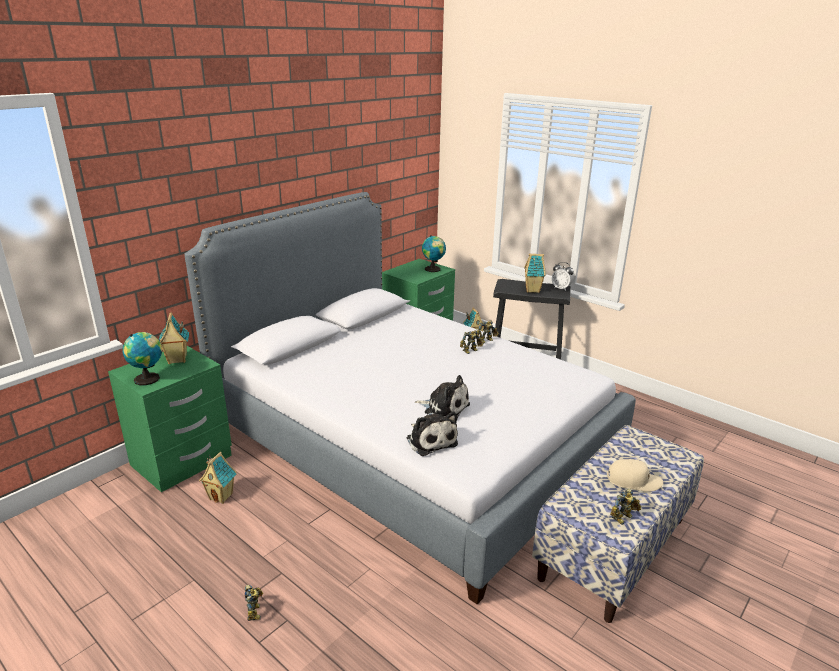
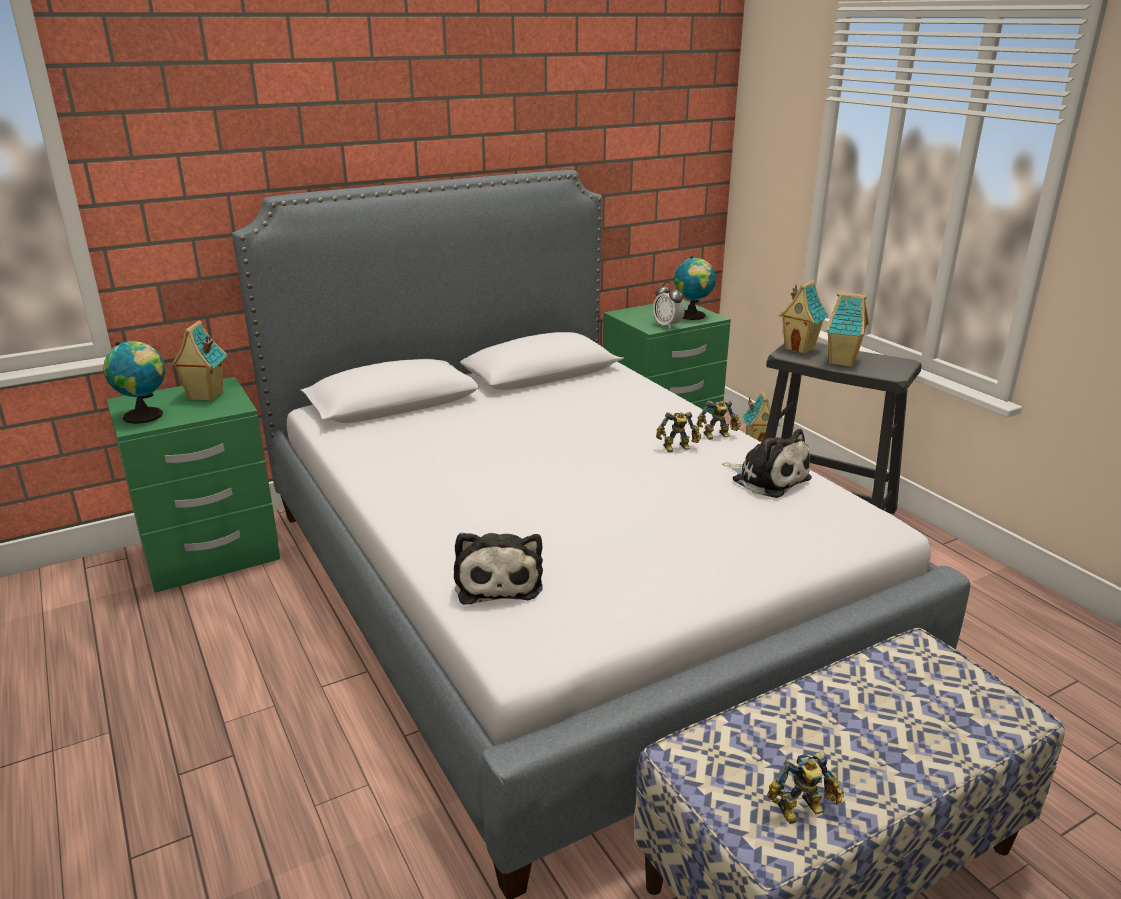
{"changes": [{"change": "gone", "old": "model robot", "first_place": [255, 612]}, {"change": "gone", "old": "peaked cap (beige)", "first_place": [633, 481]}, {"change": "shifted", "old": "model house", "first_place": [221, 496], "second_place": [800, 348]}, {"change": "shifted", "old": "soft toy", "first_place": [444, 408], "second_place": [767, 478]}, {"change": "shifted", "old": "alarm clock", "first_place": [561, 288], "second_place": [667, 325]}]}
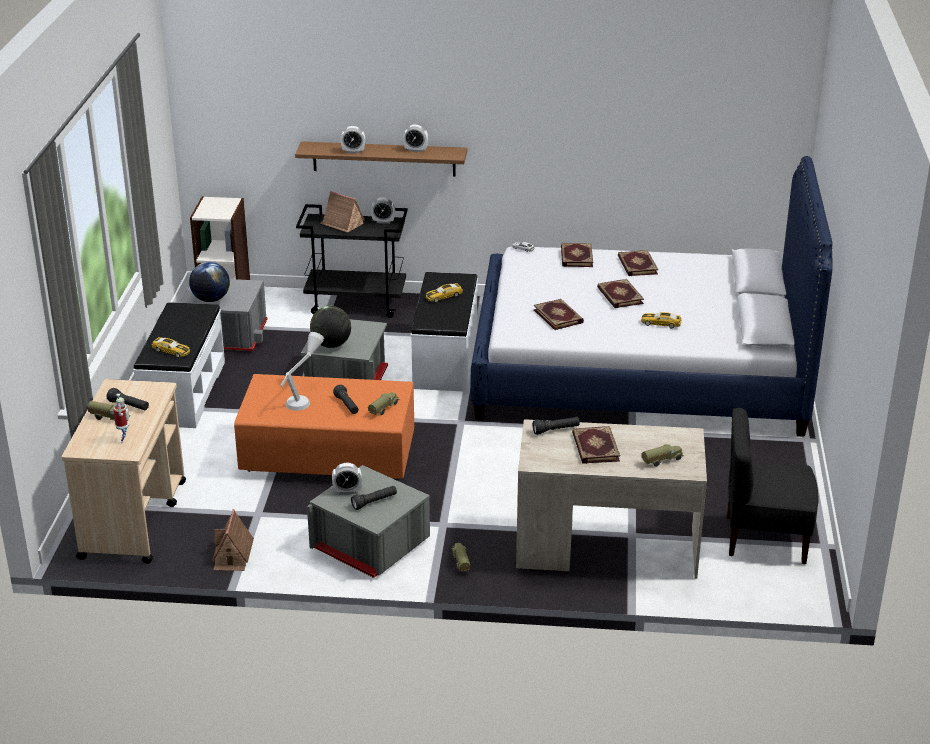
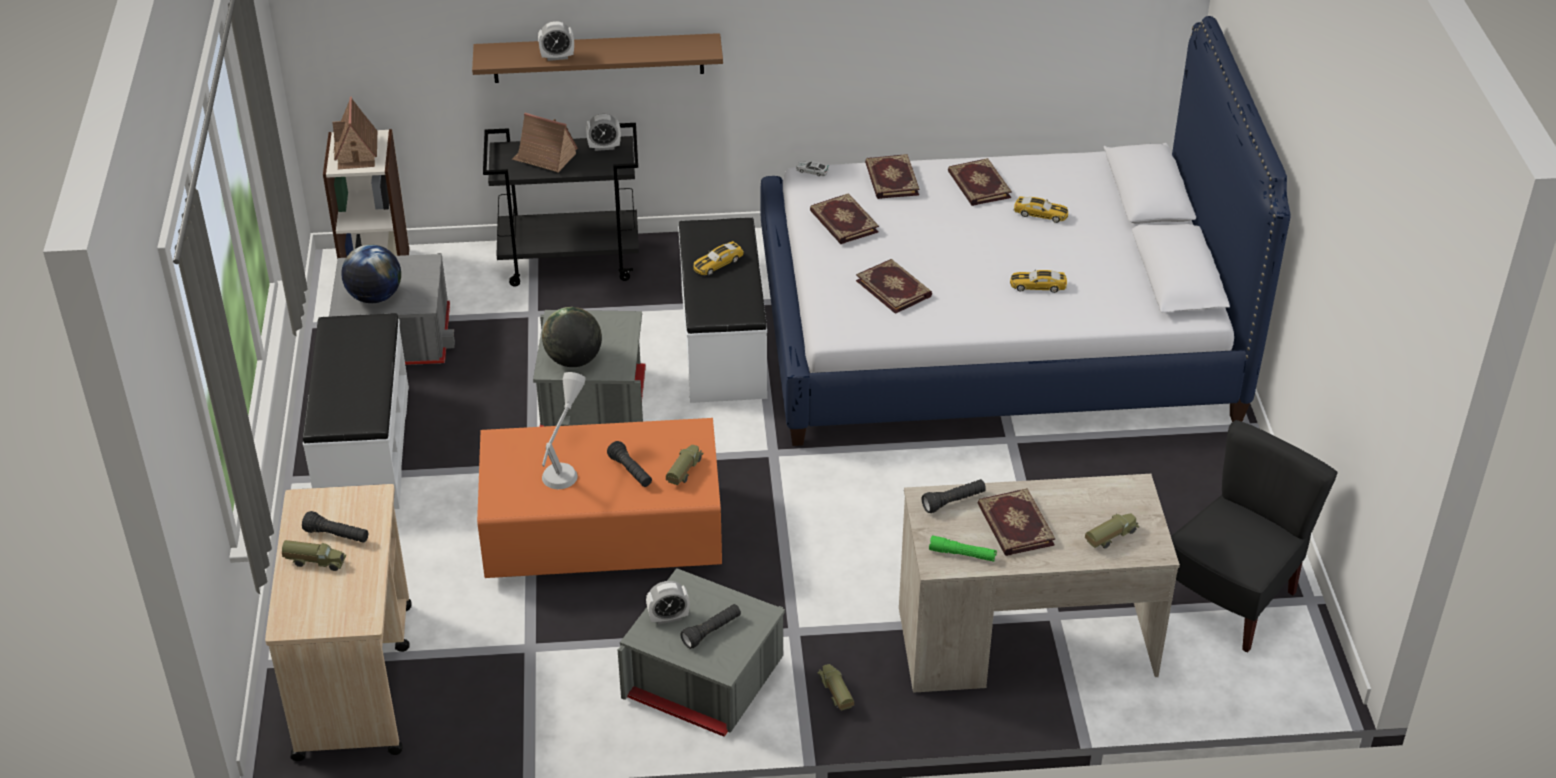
{"changes": [{"change": "gone", "old": "model robot", "first_place": [124, 440]}, {"change": "gone", "old": "alarm clock", "first_place": [415, 150]}, {"change": "new", "new": "flashlight (green)", "second_place": [962, 554]}, {"change": "shifted", "old": "model car", "first_place": [171, 351], "second_place": [1041, 214]}, {"change": "shifted", "old": "model house", "first_place": [233, 555], "second_place": [356, 152]}, {"change": "shifted", "old": "book", "first_place": [619, 296], "second_place": [843, 222]}, {"change": "rotated", "old": "chair (black-coloured)", "first_place": [764, 539], "second_place": [1230, 599], "degrees": 135}]}
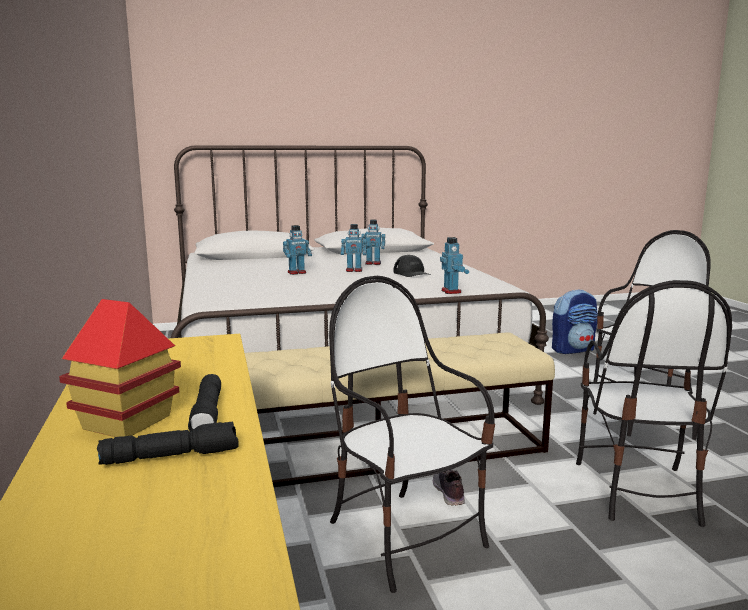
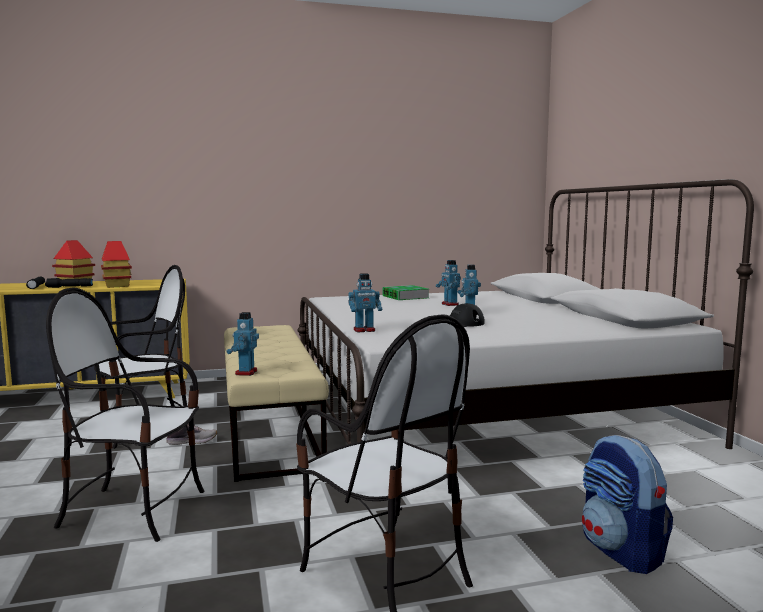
{"changes": [{"change": "new", "new": "model house", "second_place": [117, 286]}, {"change": "new", "new": "book", "second_place": [405, 297]}, {"change": "shifted", "old": "model robot", "first_place": [373, 263], "second_place": [245, 372]}]}
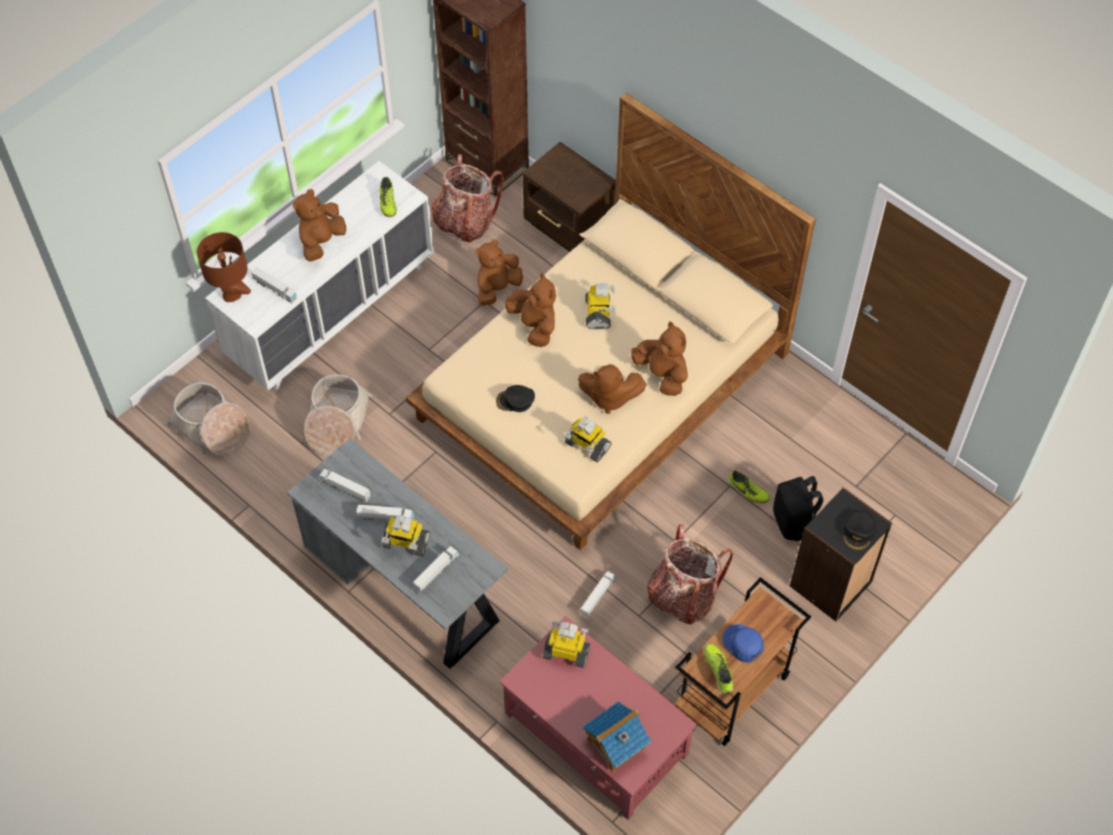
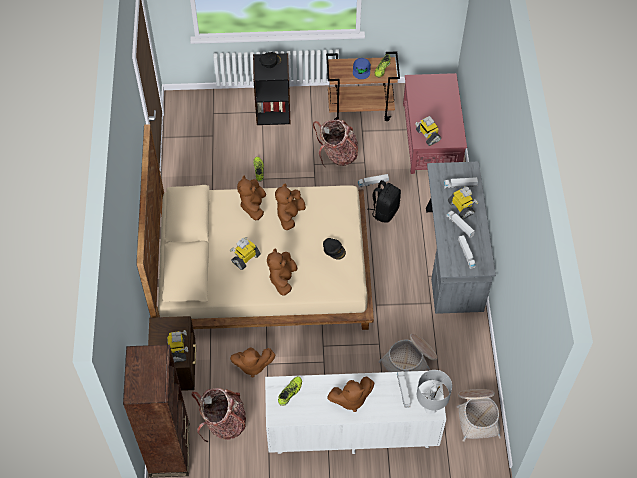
{"changes": [{"change": "gone", "old": "model house", "first_place": [615, 744]}, {"change": "shifted", "old": "model robot", "first_place": [587, 445], "second_place": [177, 350]}, {"change": "shifted", "old": "backpack (black-coloured)", "first_place": [794, 522], "second_place": [384, 211]}, {"change": "repainted", "old": "lamp for a table (brown-coloured)", "new": "lamp for a table (greyish)", "first_place": [231, 295], "second_place": [430, 407]}, {"change": "rotated", "old": "soft toy (brown-coloured)", "first_place": [609, 397], "second_place": [289, 215], "degrees": -120}]}
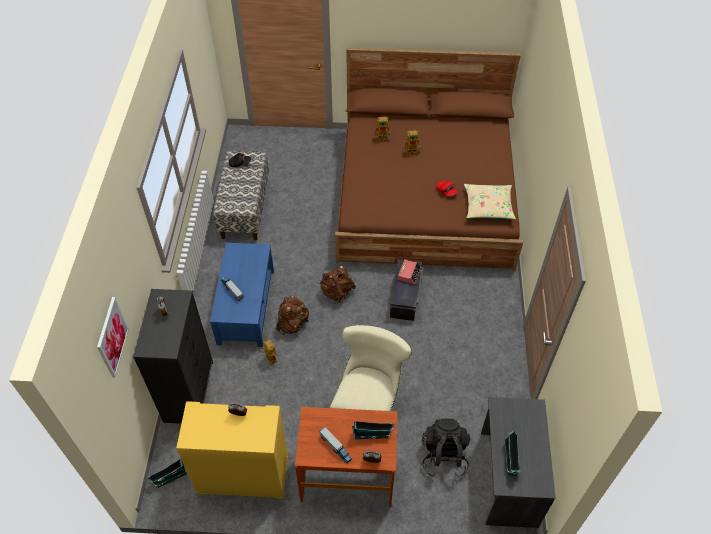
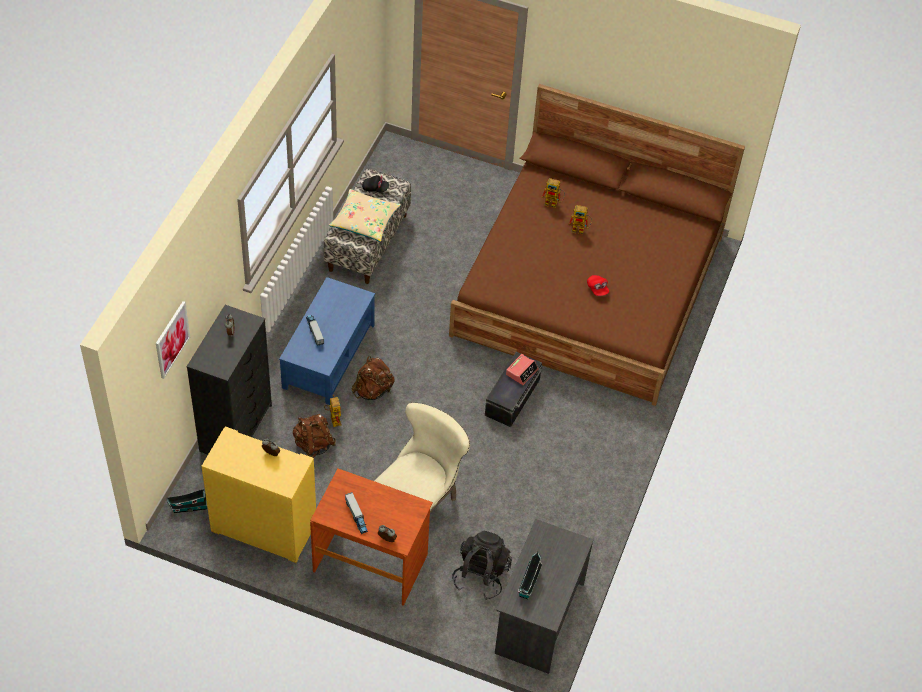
{"changes": [{"change": "gone", "old": "model house", "first_place": [372, 434]}, {"change": "shifted", "old": "backpack (brown-coloured)", "first_place": [337, 292], "second_place": [313, 444]}, {"change": "shifted", "old": "cushion (beige)", "first_place": [488, 206], "second_place": [365, 220]}]}
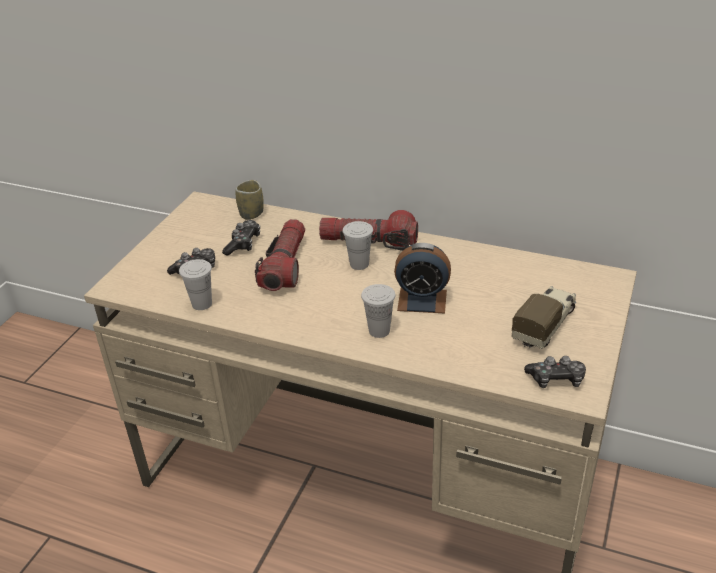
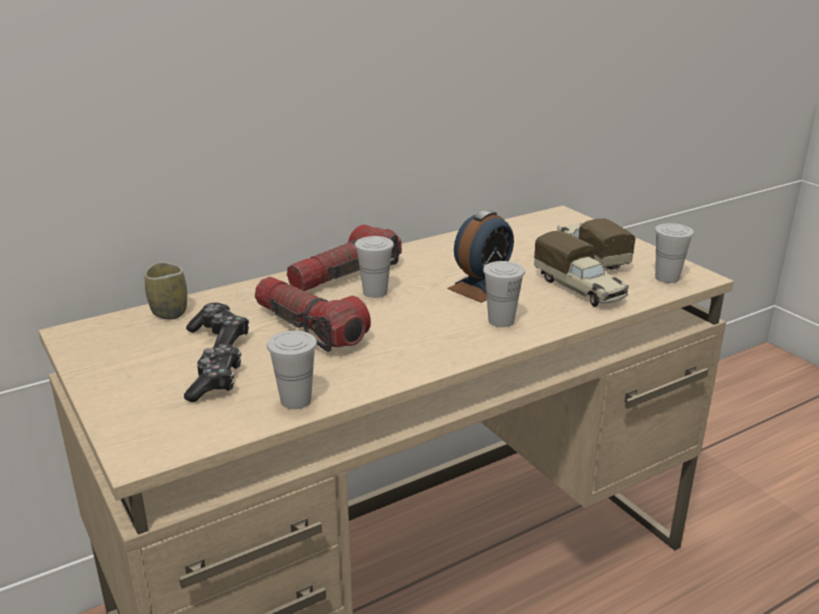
{"changes": [{"change": "new", "new": "model truck", "second_place": [580, 289]}, {"change": "swapped", "old": "joypad", "new": "small cup (white)", "first_place": [556, 379], "second_place": [667, 278]}]}
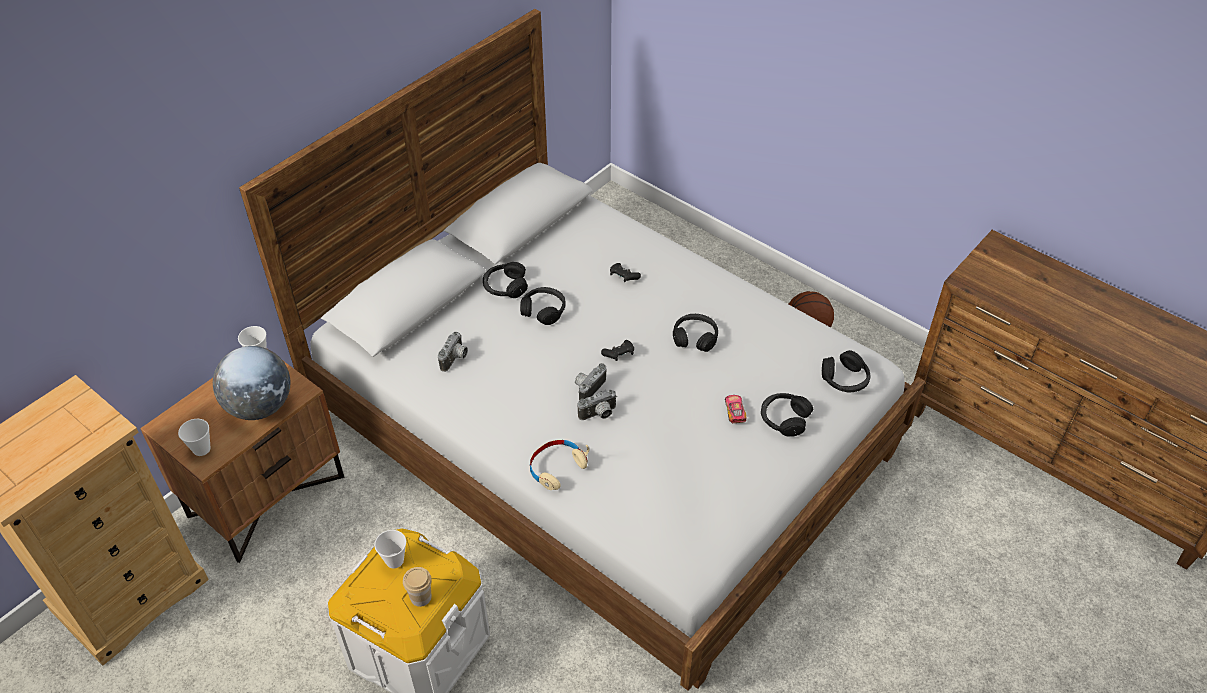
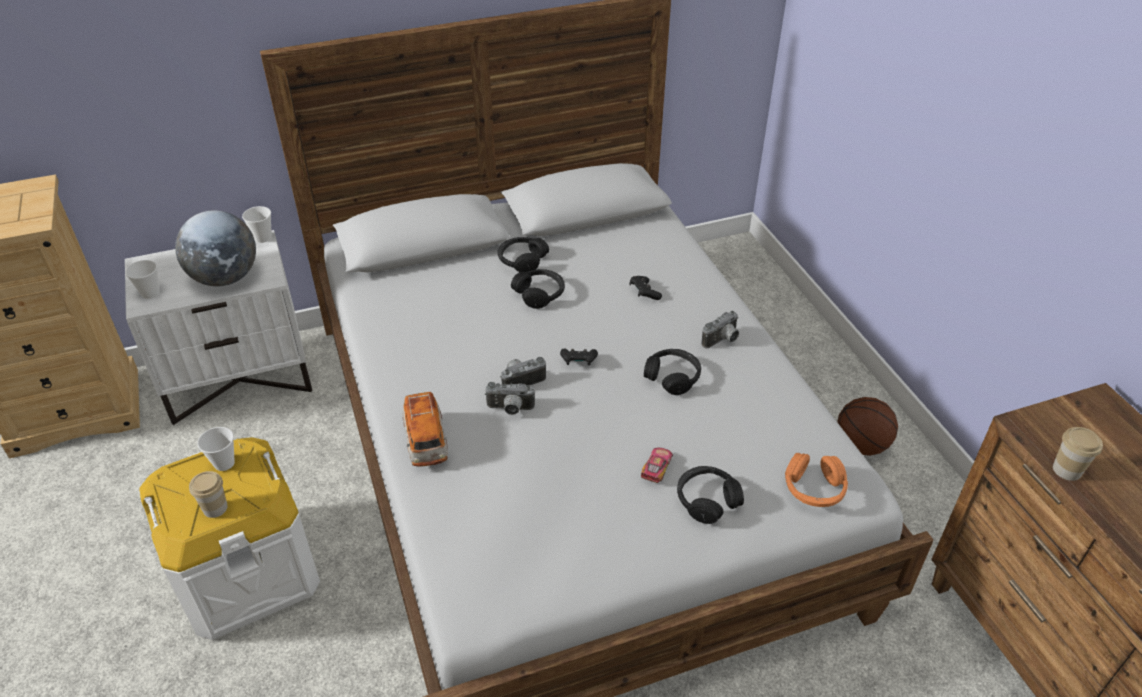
{"changes": [{"change": "new", "new": "small cup", "second_place": [1067, 470]}, {"change": "shifted", "old": "still camera", "first_place": [455, 359], "second_place": [722, 341]}, {"change": "swapped", "old": "headset (beige)", "new": "model car", "first_place": [557, 468], "second_place": [426, 442]}, {"change": "repainted", "old": "night table (brown-coloured)", "new": "night table (white)", "first_place": [266, 495], "second_place": [240, 378]}, {"change": "repainted", "old": "headset (black-coloured)", "new": "headset (orange)", "first_place": [845, 379], "second_place": [814, 489]}]}
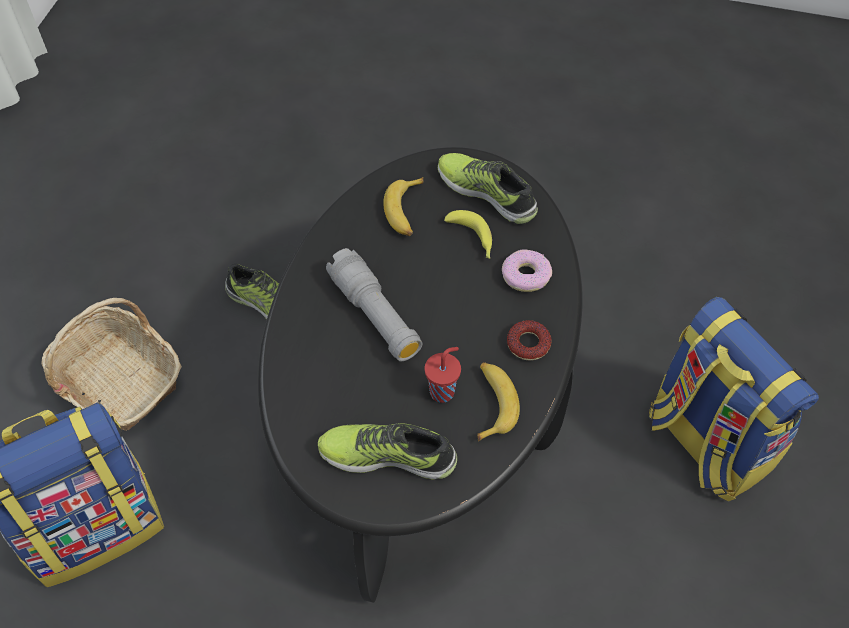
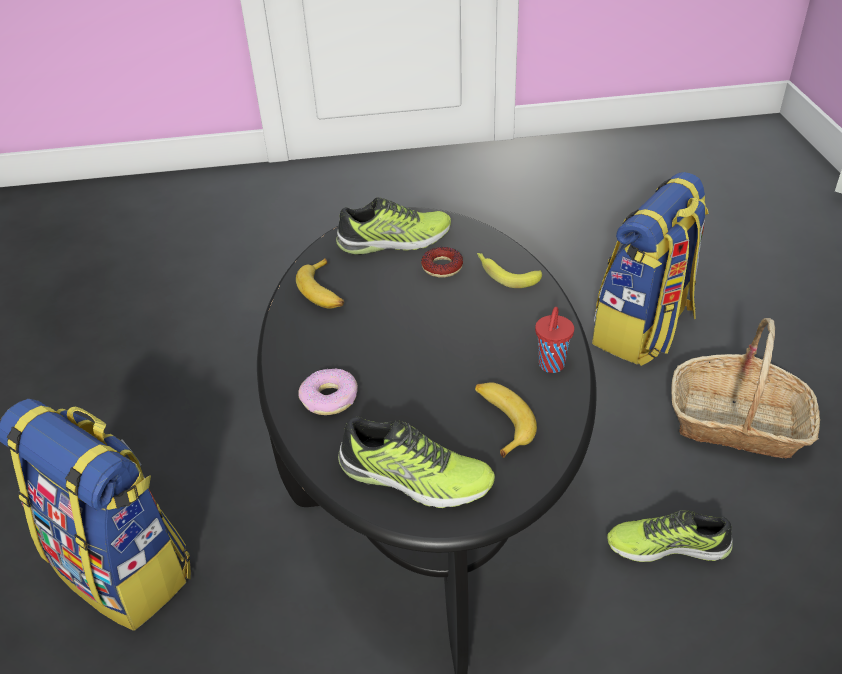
{"changes": [{"change": "gone", "old": "flashlight (greyish)", "first_place": [375, 315]}, {"change": "shifted", "old": "small cup (red-coloured)", "first_place": [443, 391], "second_place": [551, 366]}, {"change": "shifted", "old": "whole banana", "first_place": [472, 239], "second_place": [505, 274]}, {"change": "shifted", "old": "doughnut", "first_place": [528, 344], "second_place": [442, 267]}]}
